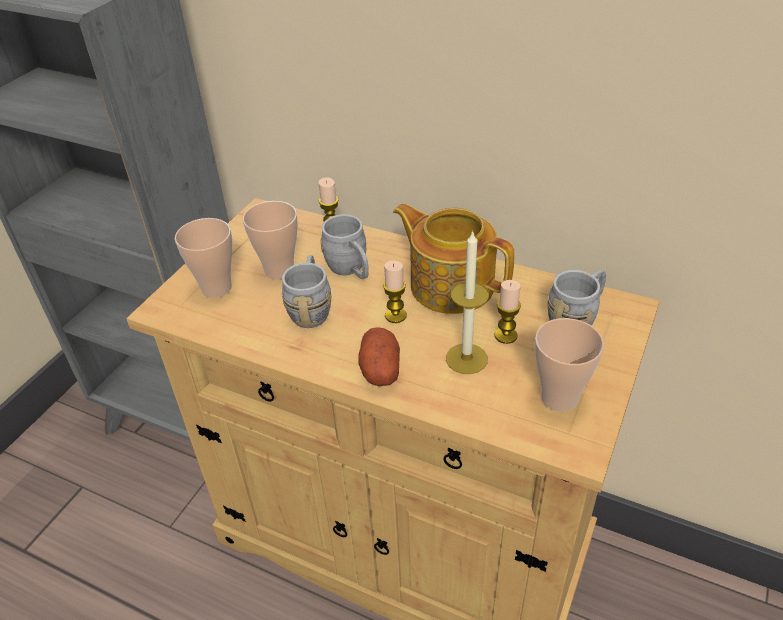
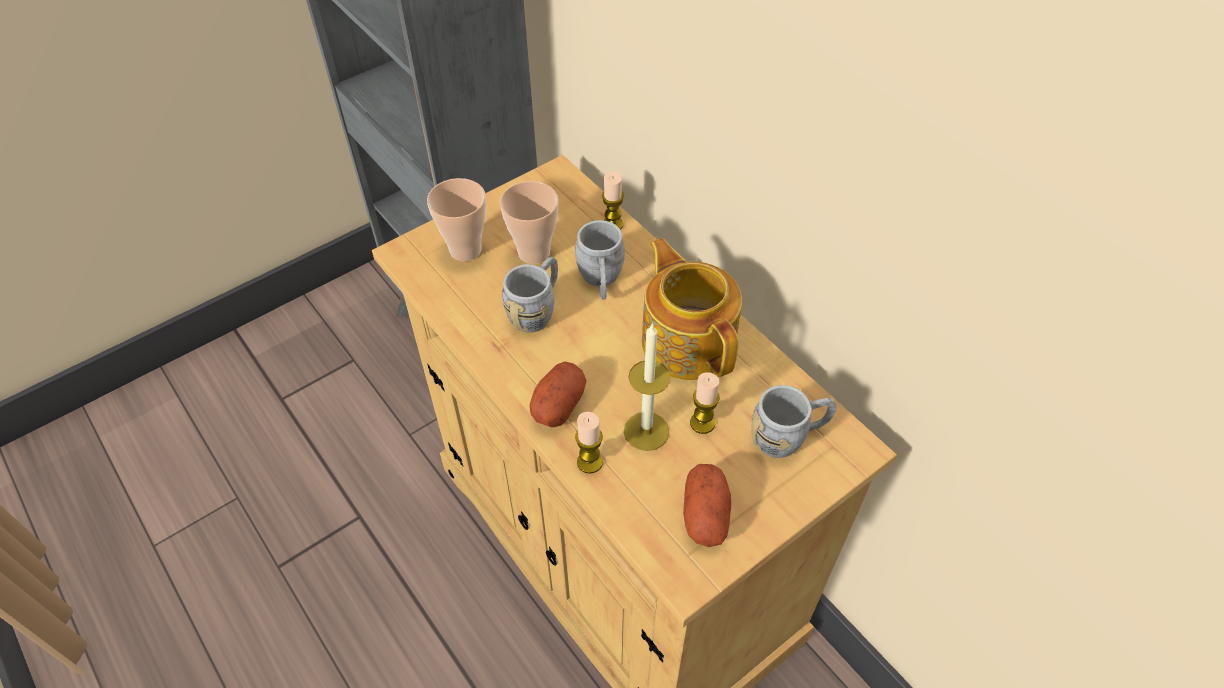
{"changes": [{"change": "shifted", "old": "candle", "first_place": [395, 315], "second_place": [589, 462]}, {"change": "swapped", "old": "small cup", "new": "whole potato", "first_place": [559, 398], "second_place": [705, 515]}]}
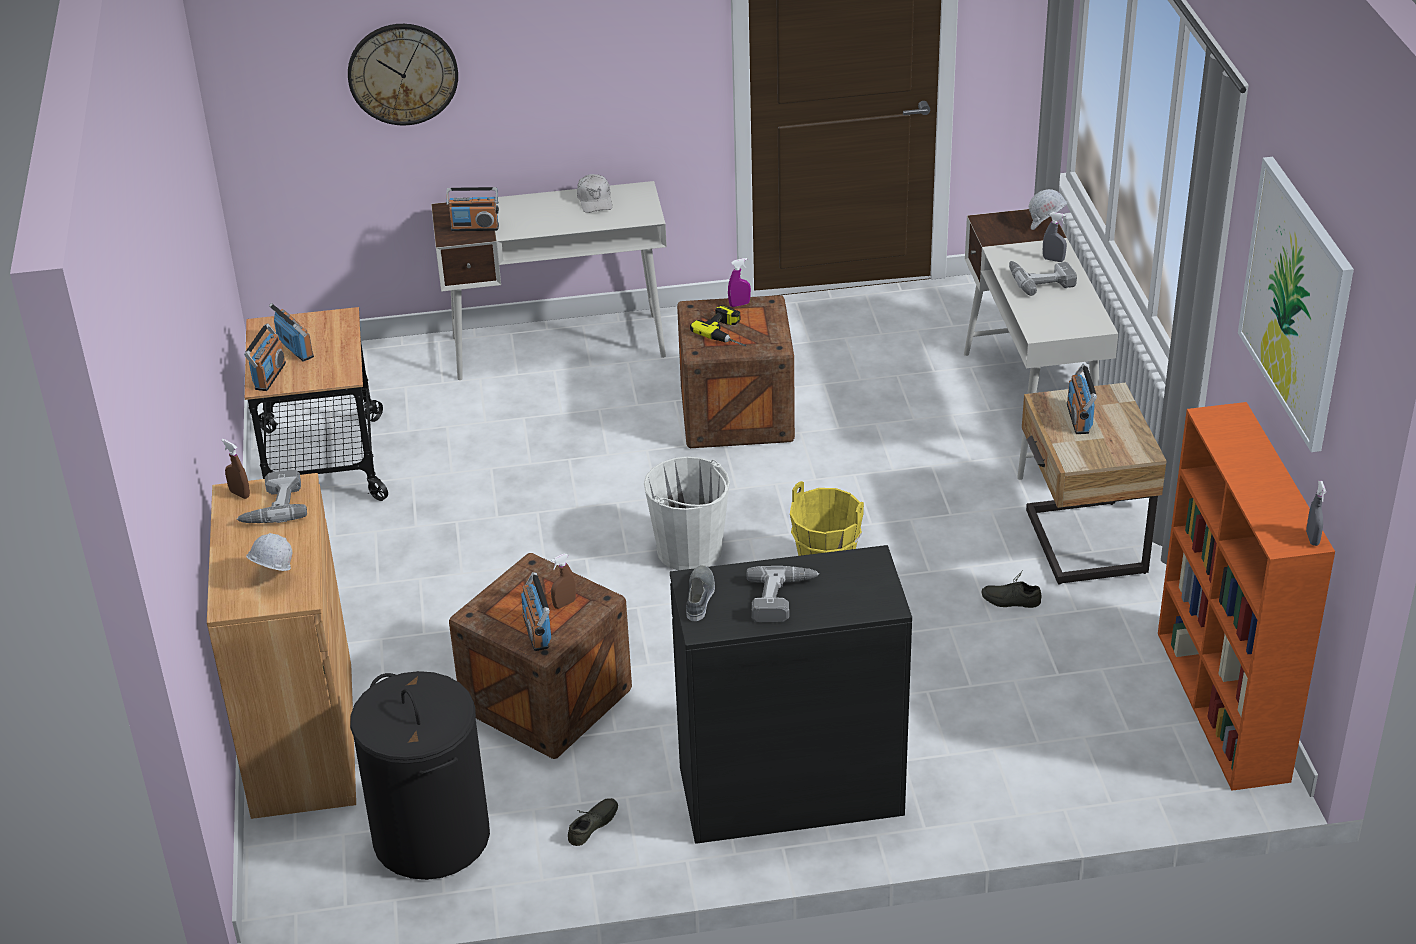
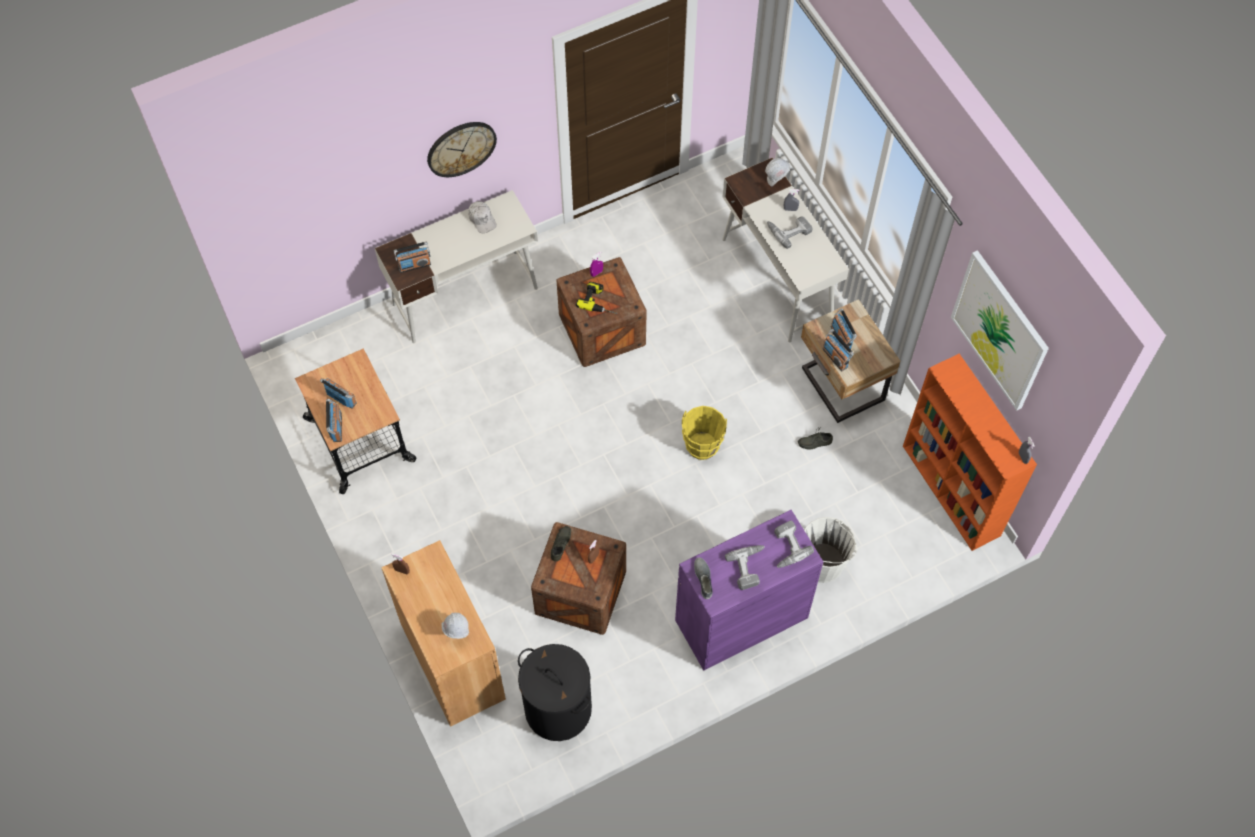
{"changes": [{"change": "shifted", "old": "electric drill", "first_place": [272, 506], "second_place": [786, 547]}, {"change": "shifted", "old": "hanging clock", "first_place": [403, 73], "second_place": [461, 148]}, {"change": "shifted", "old": "radio receiver", "first_place": [536, 631], "second_place": [835, 357]}, {"change": "shifted", "old": "item of footwear (greyish)", "first_place": [594, 826], "second_place": [562, 545]}, {"change": "shifted", "old": "pail (white)", "first_place": [690, 550], "second_place": [823, 563]}, {"change": "repainted", "old": "storage cabinet (black-coloured)", "new": "storage cabinet (purple)", "first_place": [790, 791], "second_place": [741, 619]}]}
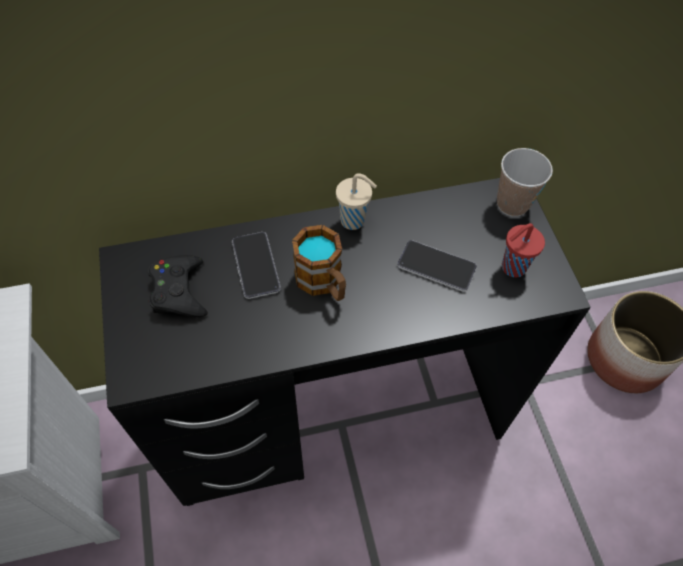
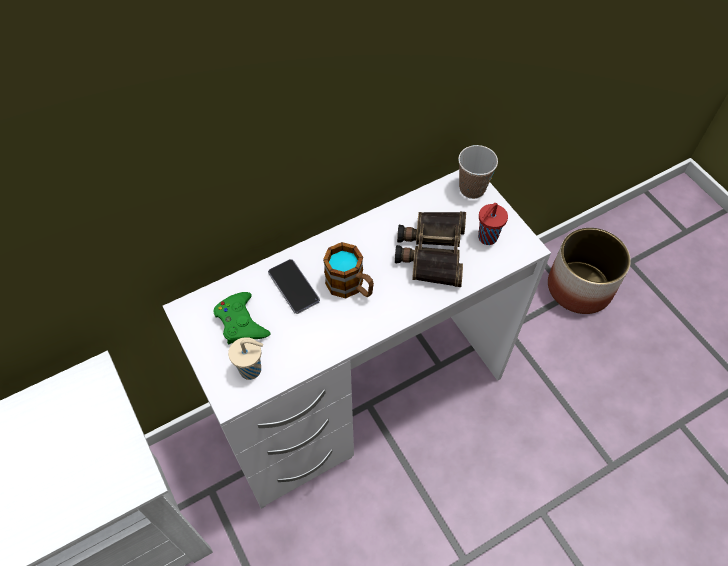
{"changes": [{"change": "shifted", "old": "small cup (beige)", "first_place": [354, 221], "second_place": [252, 370]}, {"change": "swapped", "old": "handset", "new": "field glasses", "first_place": [436, 266], "second_place": [431, 251]}, {"change": "repainted", "old": "desk table (black-coloured)", "new": "desk table (white)", "first_place": [336, 415], "second_place": [361, 398]}, {"change": "repainted", "old": "joypad (black-coloured)", "new": "joypad (green)", "first_place": [179, 291], "second_place": [241, 322]}]}
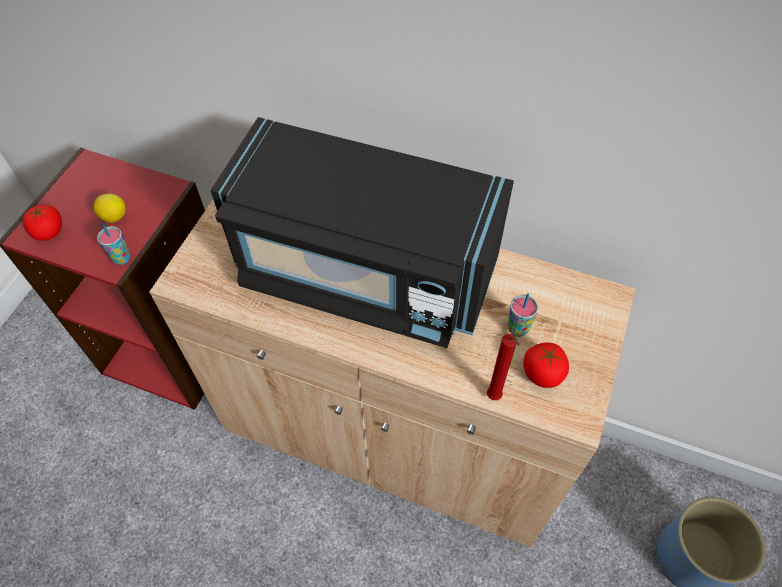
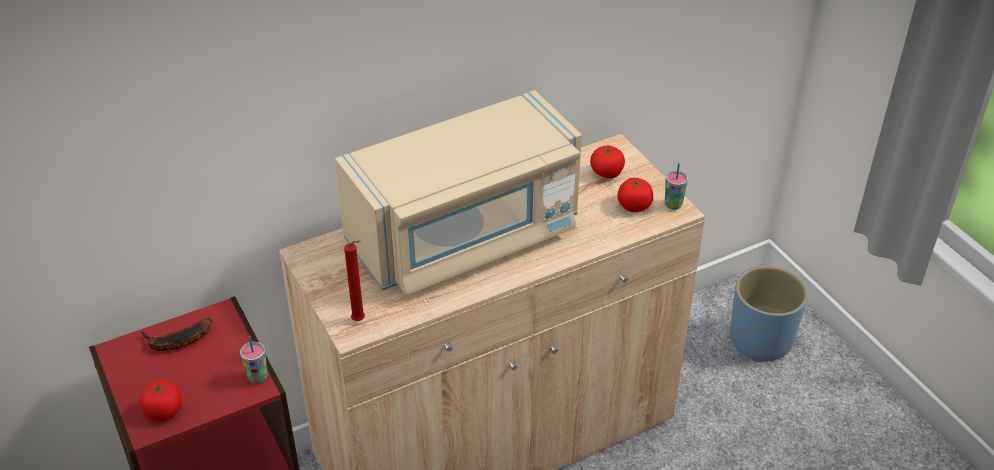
{"changes": [{"change": "gone", "old": "whole lemon", "first_place": [114, 217]}, {"change": "new", "new": "whole banana", "second_place": [176, 342]}, {"change": "new", "new": "whole tomato", "second_place": [606, 173]}, {"change": "shifted", "old": "candle (red-coloured)", "first_place": [494, 398], "second_place": [360, 321]}, {"change": "shifted", "old": "small cup", "first_place": [517, 329], "second_place": [673, 205]}, {"change": "repainted", "old": "microwave oven (black-coloured)", "new": "microwave oven (beige)", "first_place": [364, 273], "second_place": [465, 237]}]}
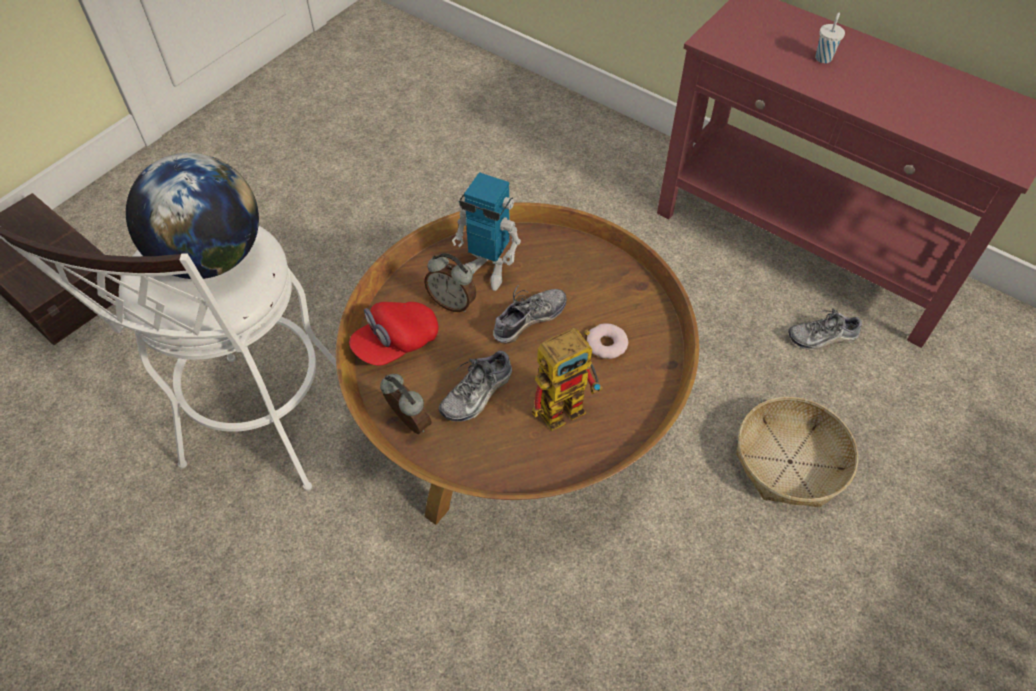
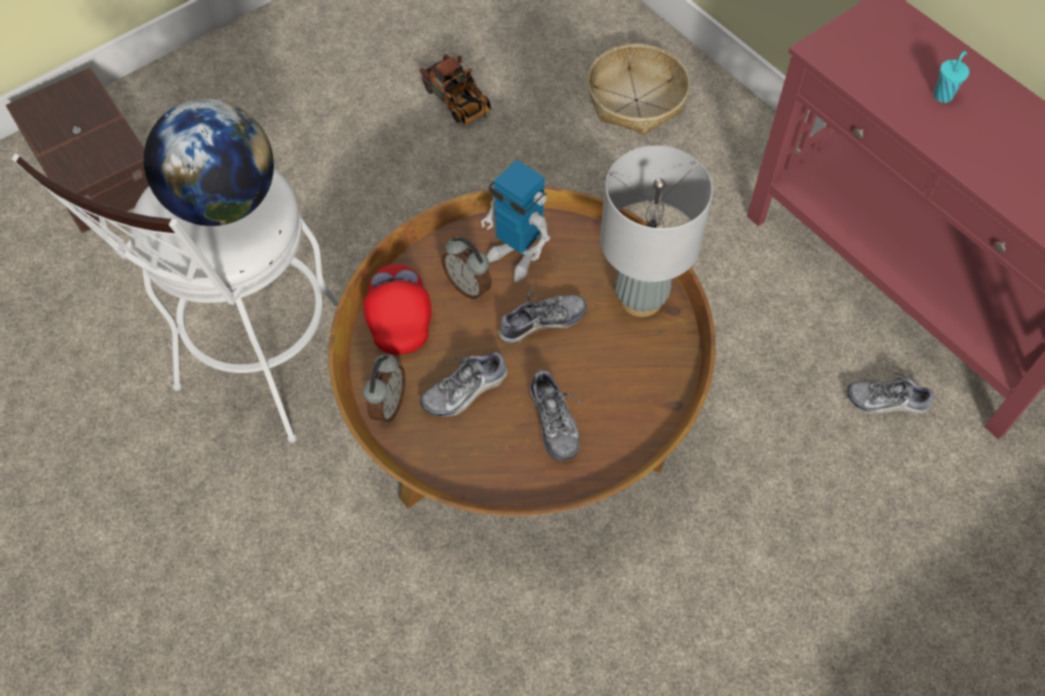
{"changes": [{"change": "gone", "old": "doughnut", "first_place": [606, 344]}, {"change": "new", "new": "model truck", "second_place": [459, 104]}, {"change": "new", "new": "lamp for a table (greyish)", "second_place": [640, 298]}, {"change": "shifted", "old": "basket", "first_place": [789, 462], "second_place": [635, 100]}, {"change": "swapped", "old": "model robot", "new": "item of footwear", "first_place": [567, 403], "second_place": [553, 422]}, {"change": "repainted", "old": "small cup (white)", "new": "small cup (blue-green)", "first_place": [823, 58], "second_place": [943, 95]}, {"change": "rotated", "old": "peaked cap (red-coloured)", "first_place": [396, 343], "second_place": [399, 318], "degrees": 105}, {"change": "rotated", "old": "alarm clock", "first_place": [408, 423], "second_place": [387, 405], "degrees": 45}]}
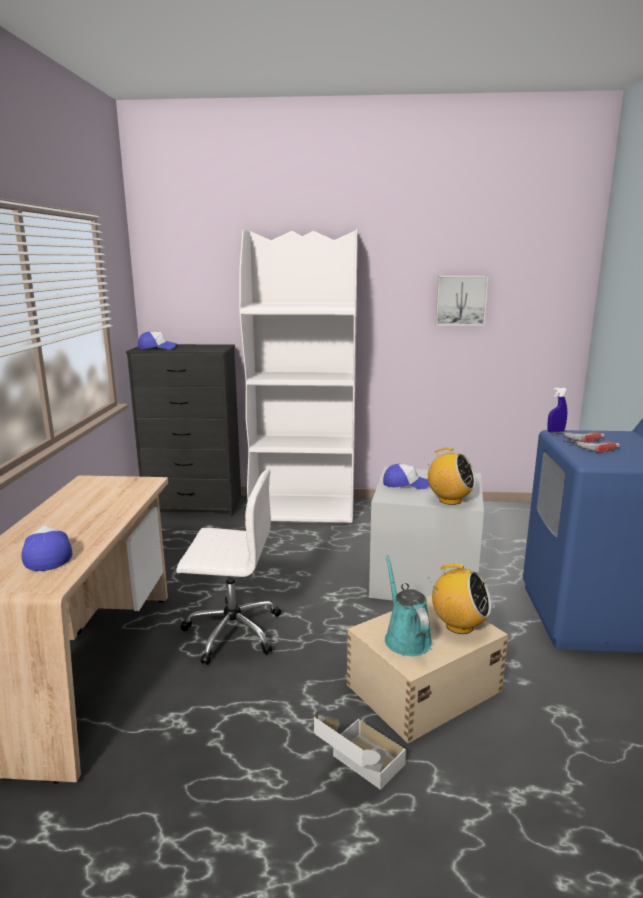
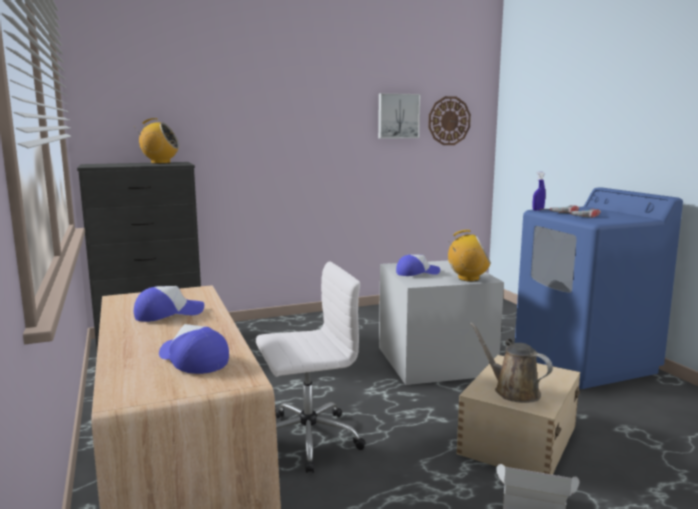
{"changes": [{"change": "gone", "old": "bookshelf (white)", "first_place": [304, 509]}, {"change": "new", "new": "hanging clock", "second_place": [449, 121]}, {"change": "shifted", "old": "peaked cap", "first_place": [157, 348], "second_place": [168, 314]}, {"change": "shifted", "old": "radio receiver", "first_place": [459, 625], "second_place": [160, 163]}, {"change": "repainted", "old": "watering pot (blue-green)", "new": "watering pot (brown-coloured)", "first_place": [405, 638], "second_place": [513, 391]}]}
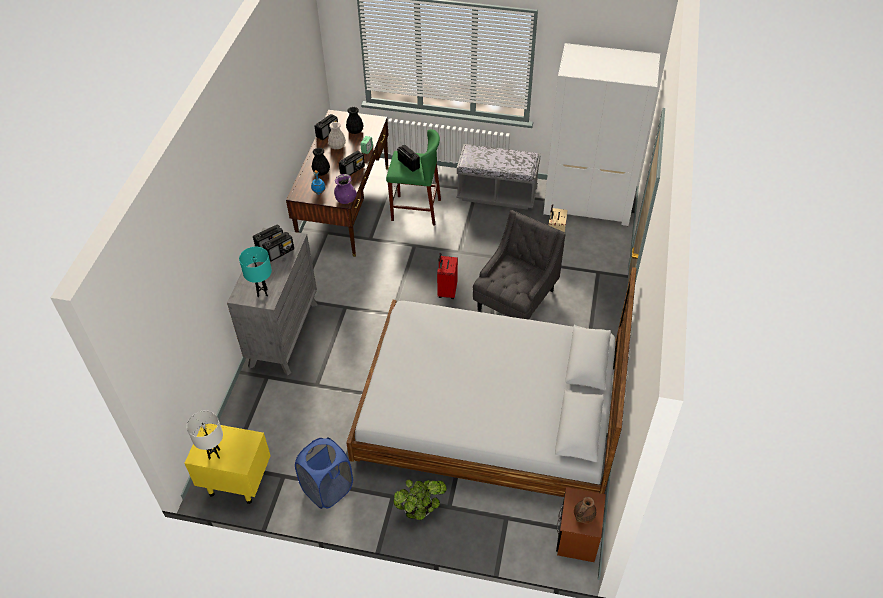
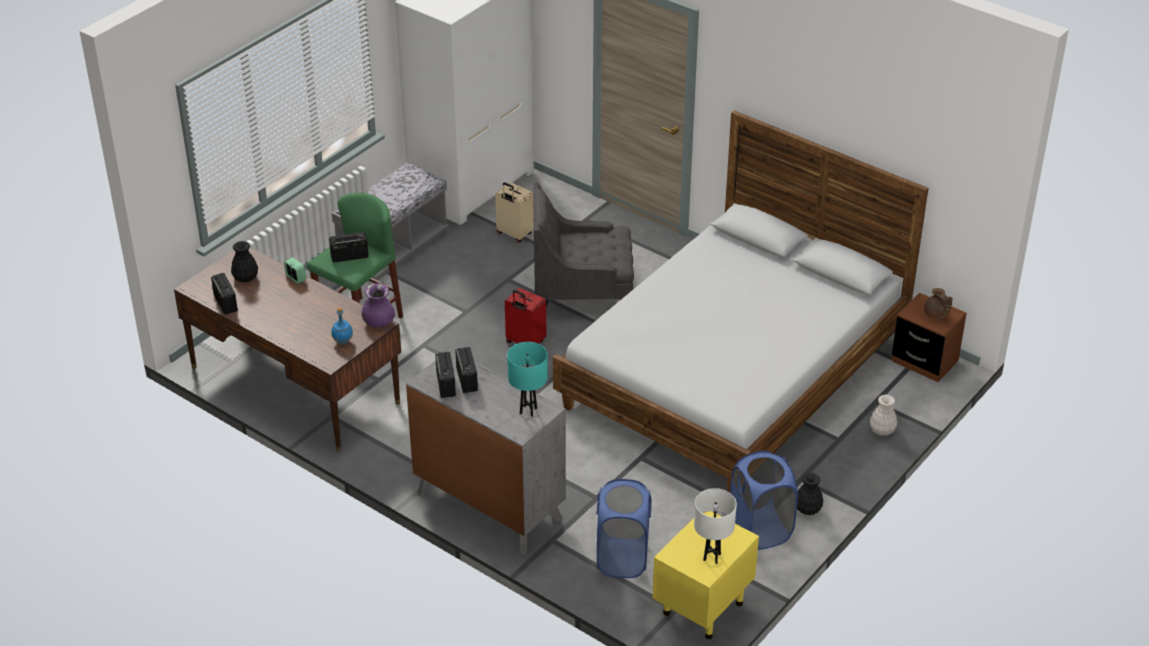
{"changes": [{"change": "gone", "old": "radio receiver", "first_place": [352, 170]}, {"change": "gone", "old": "houseplant", "first_place": [420, 509]}, {"change": "new", "new": "hamper (blue-coloured)", "second_place": [622, 558]}, {"change": "shifted", "old": "flower vase (black-coloured)", "first_place": [321, 172], "second_place": [807, 508]}, {"change": "shifted", "old": "flower vase (white)", "first_place": [337, 146], "second_place": [882, 430]}, {"change": "rotated", "old": "easy chair (greyish)", "first_place": [515, 301], "second_place": [582, 294], "degrees": -60}]}
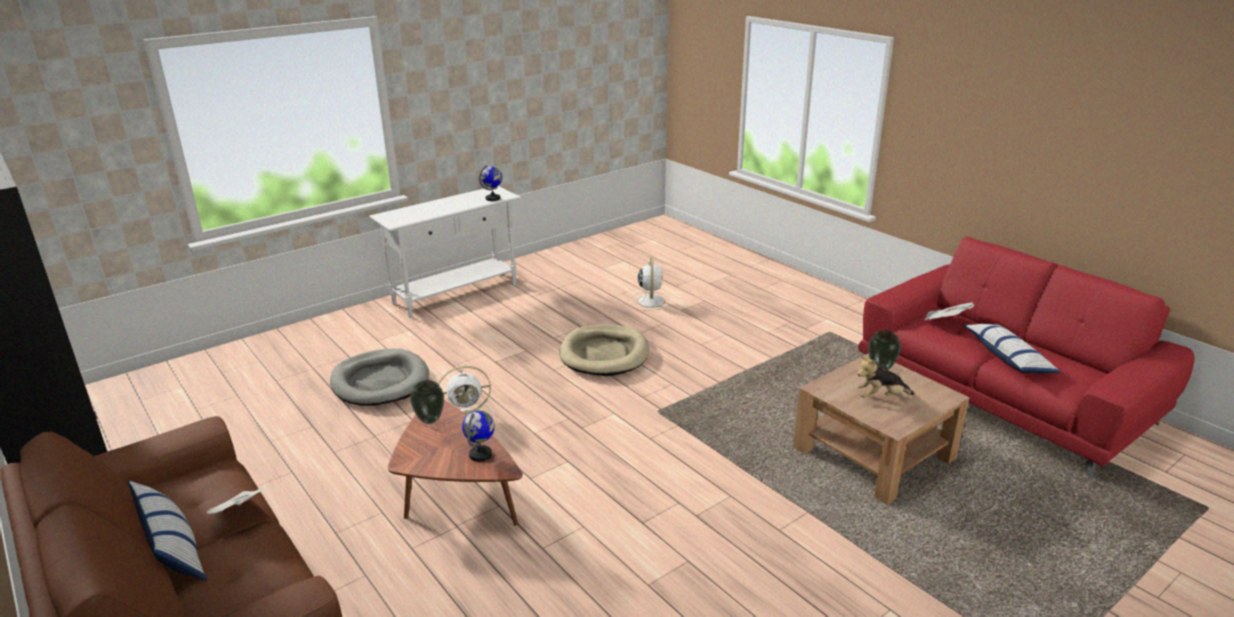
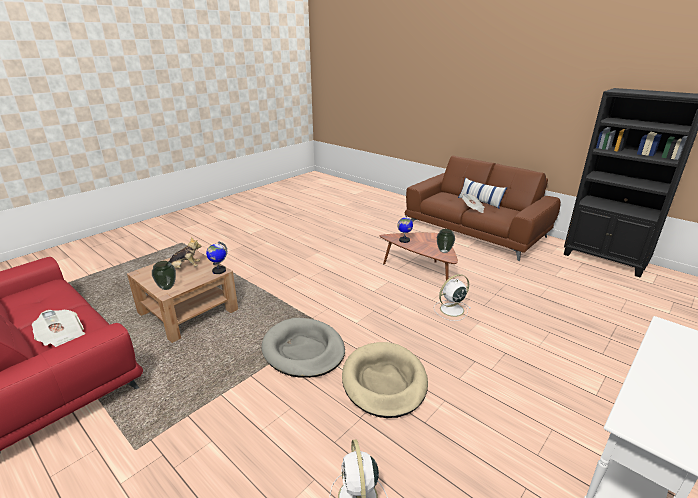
{"changes": [{"change": "gone", "old": "cushion", "first_place": [1008, 357]}, {"change": "shifted", "old": "dog bed (greyish)", "first_place": [380, 381], "second_place": [303, 350]}, {"change": "shifted", "old": "globe", "first_place": [493, 198], "second_place": [219, 271]}]}
